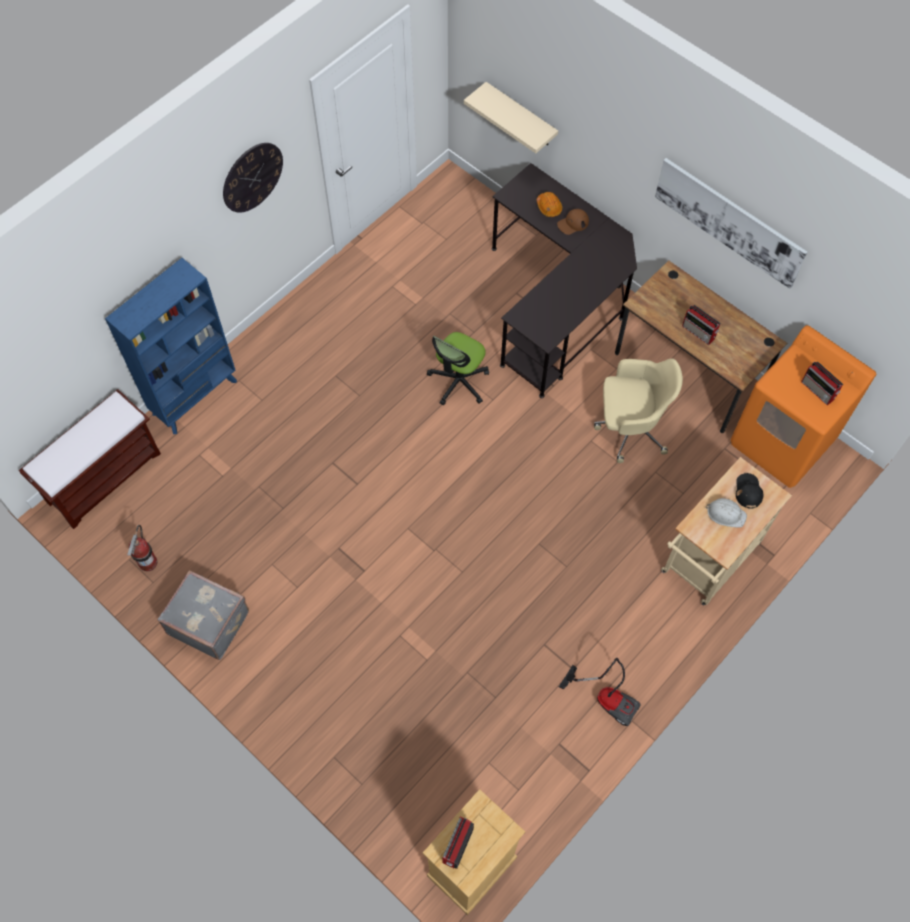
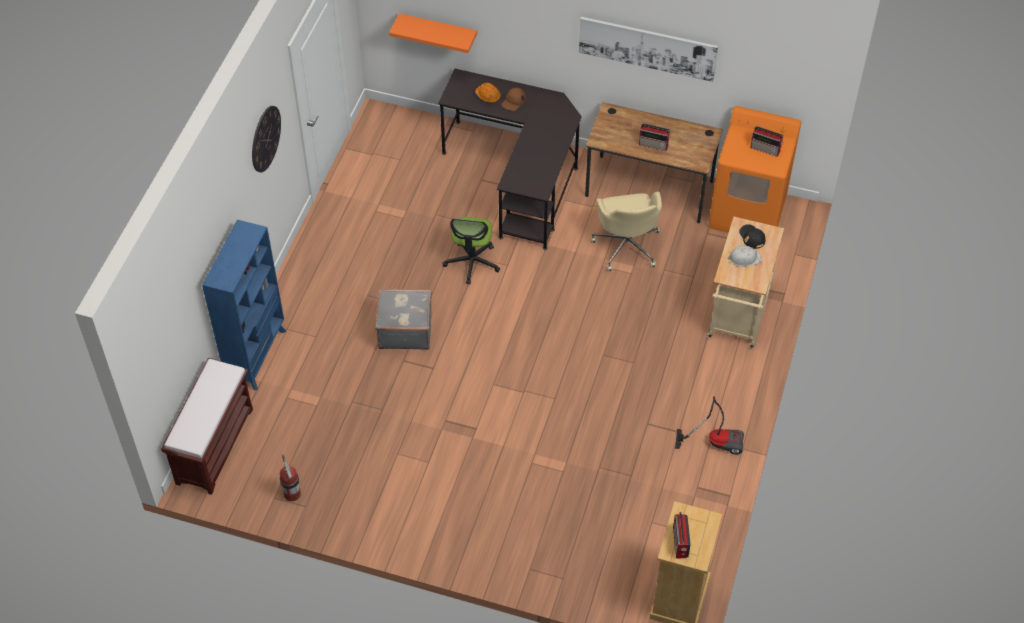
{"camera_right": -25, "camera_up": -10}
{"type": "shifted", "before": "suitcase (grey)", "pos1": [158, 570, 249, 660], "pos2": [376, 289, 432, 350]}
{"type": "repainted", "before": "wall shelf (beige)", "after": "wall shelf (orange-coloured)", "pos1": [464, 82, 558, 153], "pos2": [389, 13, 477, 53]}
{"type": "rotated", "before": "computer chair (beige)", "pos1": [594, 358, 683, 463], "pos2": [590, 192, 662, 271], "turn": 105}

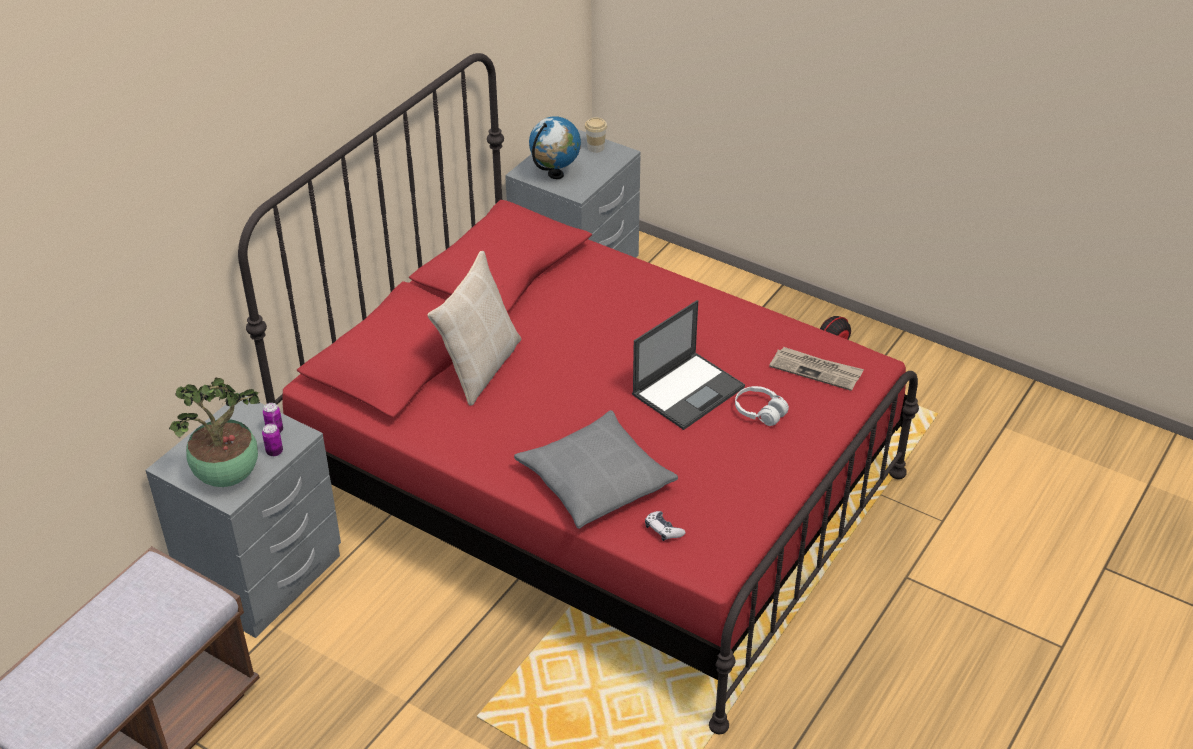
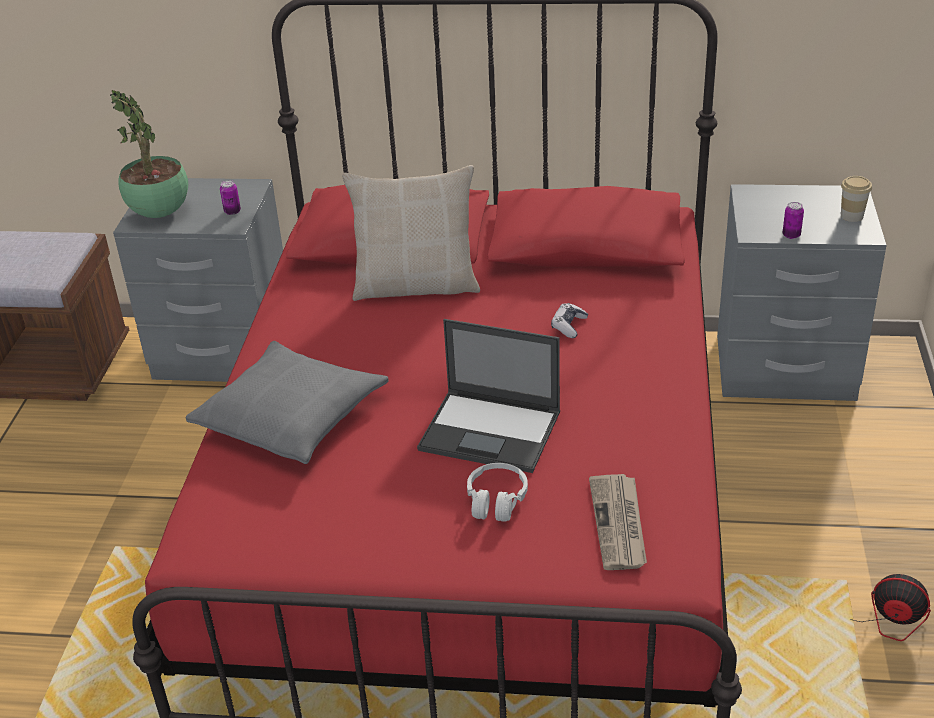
{"camera_right": 65, "camera_up": -5}
{"type": "shifted", "before": "gamepad", "pos1": [645, 511, 686, 541], "pos2": [551, 303, 588, 338]}
{"type": "shifted", "before": "can", "pos1": [262, 424, 283, 456], "pos2": [783, 202, 804, 239]}
{"type": "gone", "before": "globe", "pos1": [529, 116, 581, 179]}

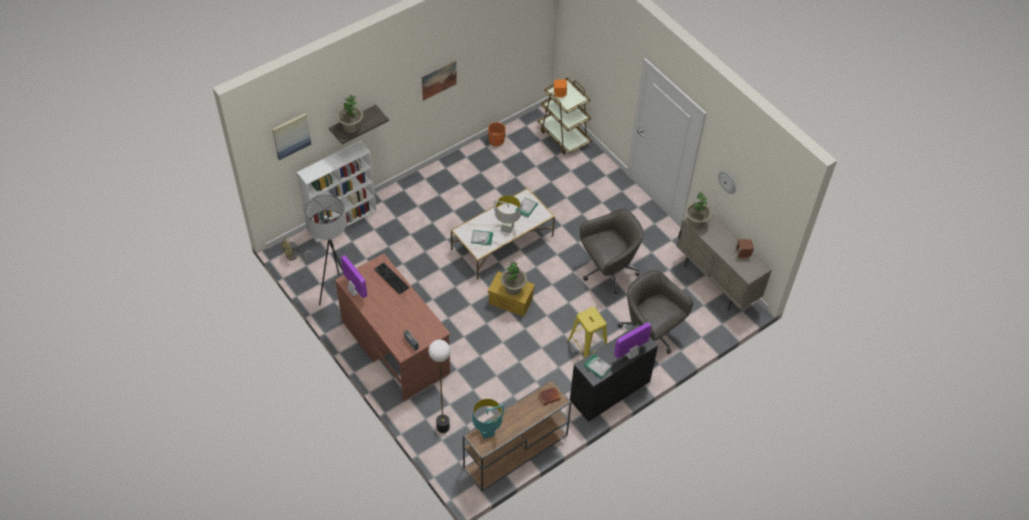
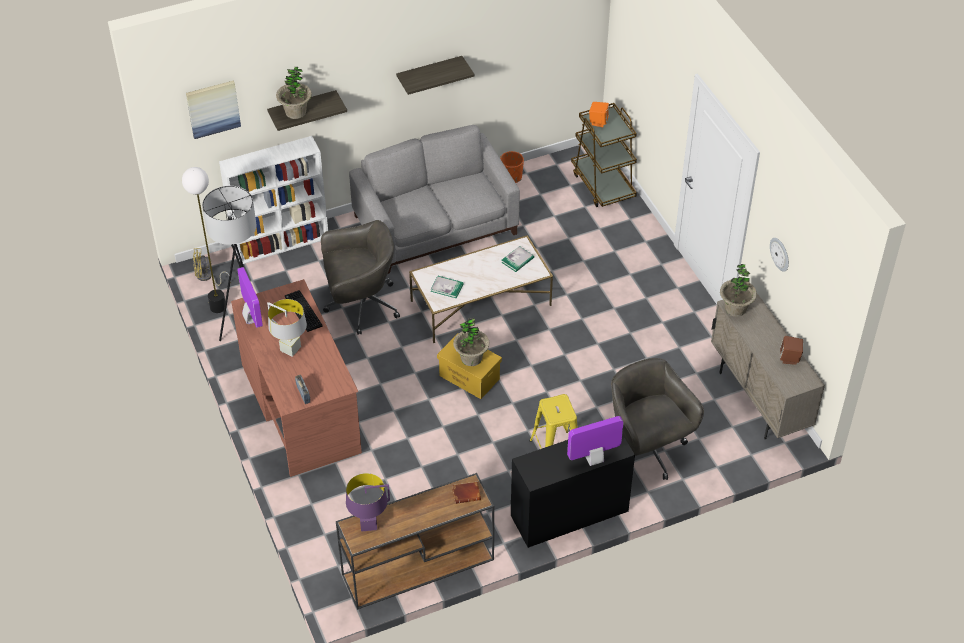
{"camera_right": 15, "camera_up": -5}
{"type": "shifted", "before": "standard lamp", "pos1": [428, 340, 451, 433], "pos2": [182, 167, 225, 313]}
{"type": "shifted", "before": "table lamp (grey)", "pos1": [494, 195, 521, 233], "pos2": [267, 299, 307, 357]}
{"type": "shifted", "before": "computer chair (grey)", "pos1": [580, 208, 644, 294], "pos2": [321, 220, 400, 335]}
{"type": "repainted", "before": "table lamp (blue-green)", "after": "table lamp (purple-coloured)", "pos1": [472, 399, 504, 439], "pos2": [346, 473, 390, 531]}
{"type": "new", "after": "sofa (grey)", "pos2": [349, 125, 520, 274]}
{"type": "swapped", "before": "wall art", "after": "wall shelf", "pos1": [422, 60, 457, 101], "pos2": [396, 56, 475, 95]}
{"type": "gone", "before": "book", "pos1": [584, 354, 612, 378]}

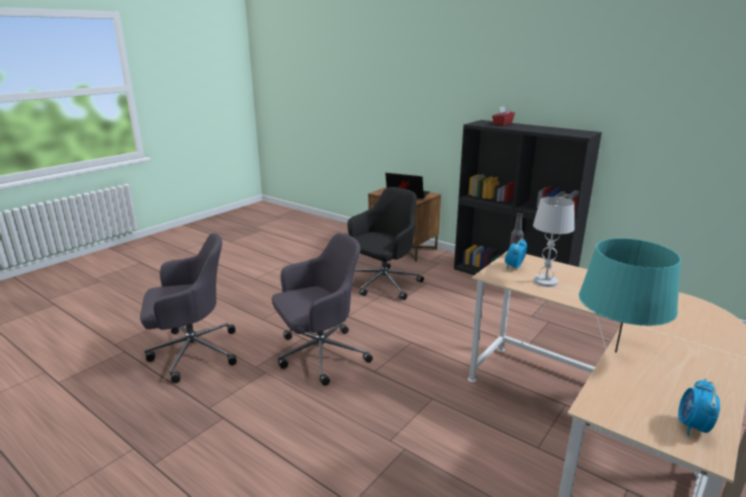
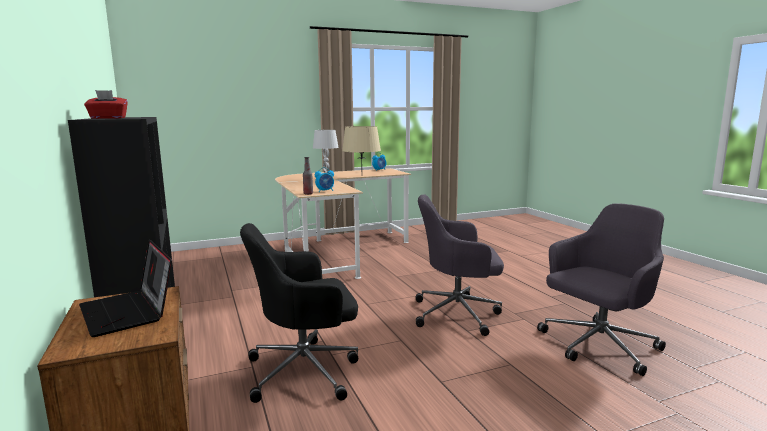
{"camera_right": -150, "camera_up": -10}
{"type": "repainted", "before": "table lamp (blue-green)", "after": "table lamp (beige)", "pos1": [579, 238, 681, 353], "pos2": [342, 126, 381, 166]}
{"type": "rotated", "before": "computer chair (grey)", "pos1": [140, 233, 237, 383], "pos2": [537, 203, 666, 376], "turn": 135}

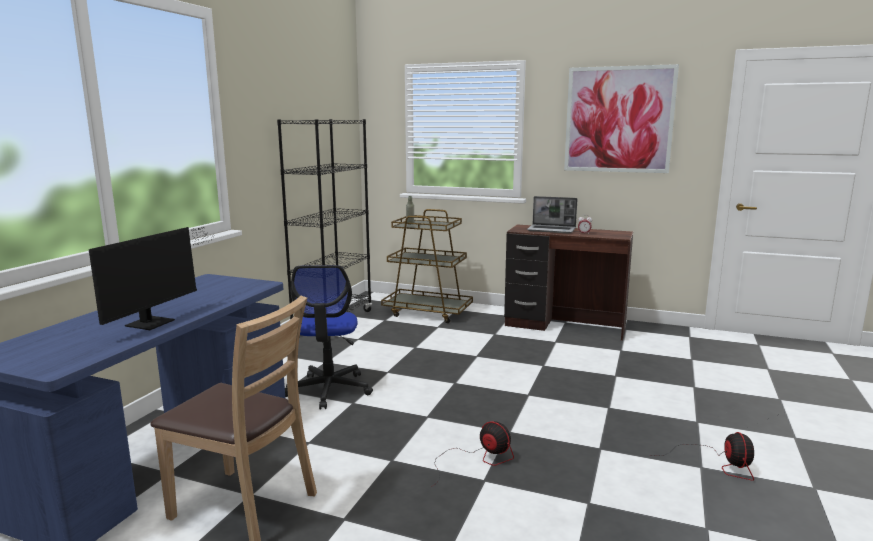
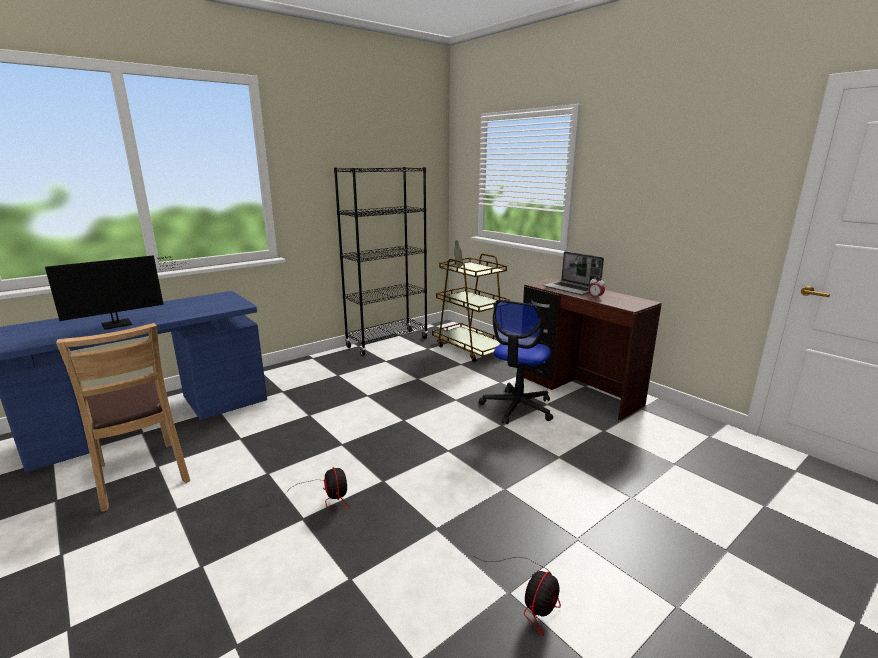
{"camera_right": 30, "camera_up": 5}
{"type": "shifted", "before": "computer chair", "pos1": [285, 265, 373, 409], "pos2": [479, 300, 553, 424]}
{"type": "gone", "before": "wall art", "pos1": [564, 64, 679, 173]}

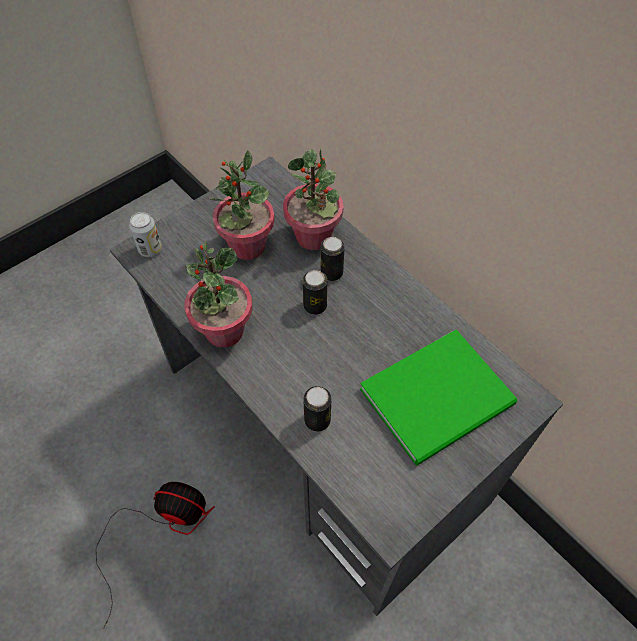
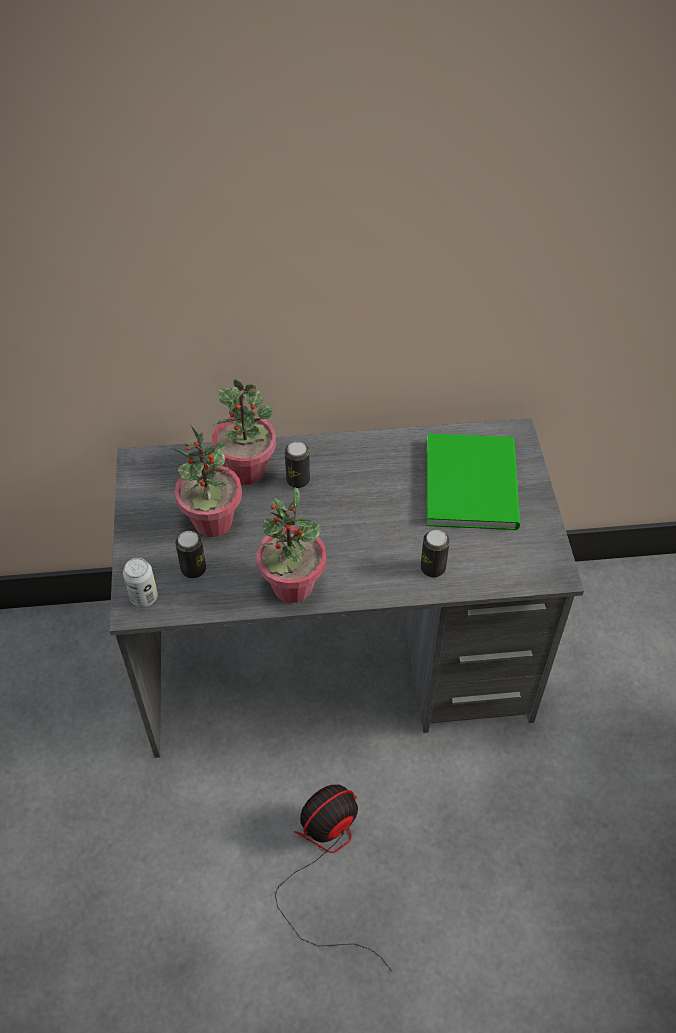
{"camera_right": -55, "camera_up": -5}
{"type": "shifted", "before": "can", "pos1": [303, 270, 327, 315], "pos2": [175, 531, 206, 579]}

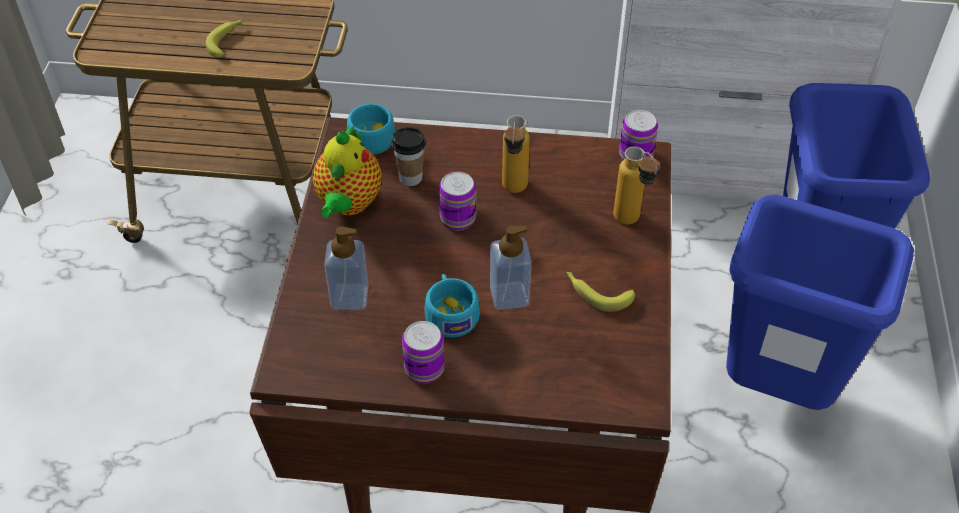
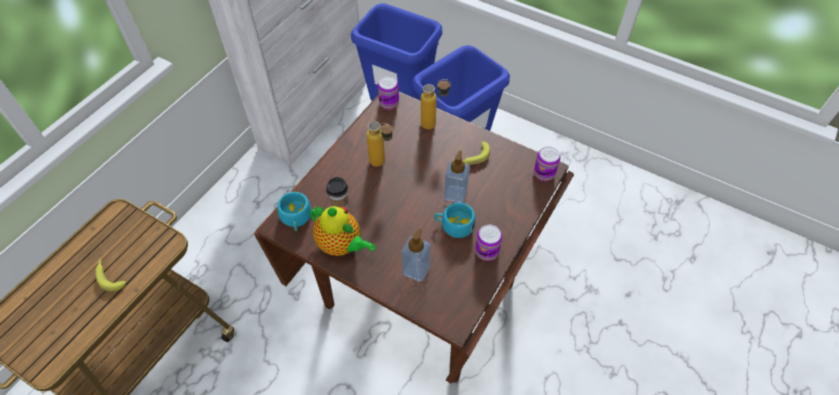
{"camera_right": -65, "camera_up": 5}
{"type": "shifted", "before": "can", "pos1": [439, 172, 476, 231], "pos2": [534, 146, 560, 181]}

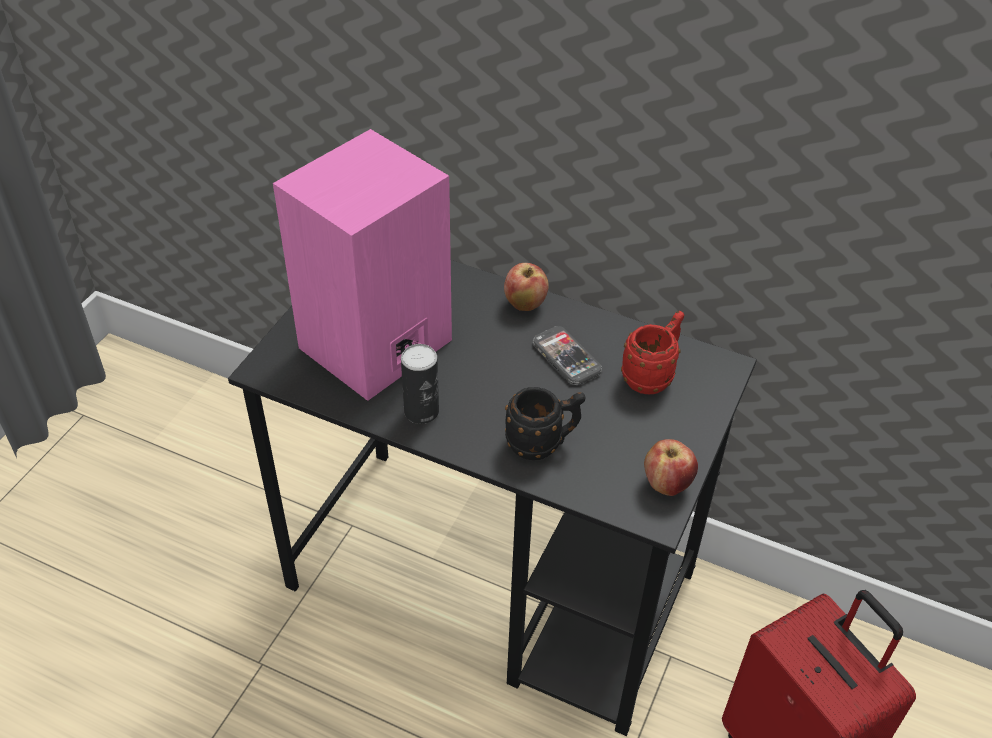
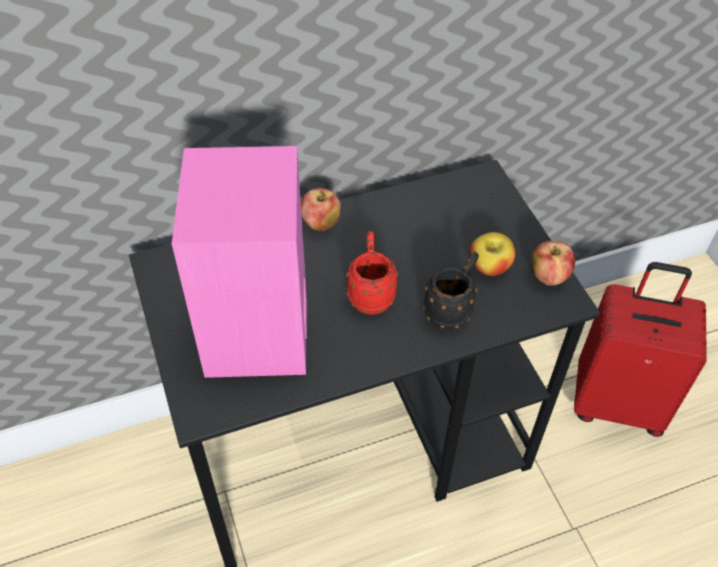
{"camera_right": -45, "camera_up": 5}
{"type": "shifted", "before": "tea mug (reddish)", "pos1": [621, 311, 684, 394], "pos2": [346, 231, 398, 315]}
{"type": "new", "after": "apple", "pos2": [470, 232, 515, 276]}
{"type": "gone", "before": "can", "pos1": [401, 344, 439, 424]}
{"type": "gone", "before": "phone", "pos1": [532, 326, 602, 385]}

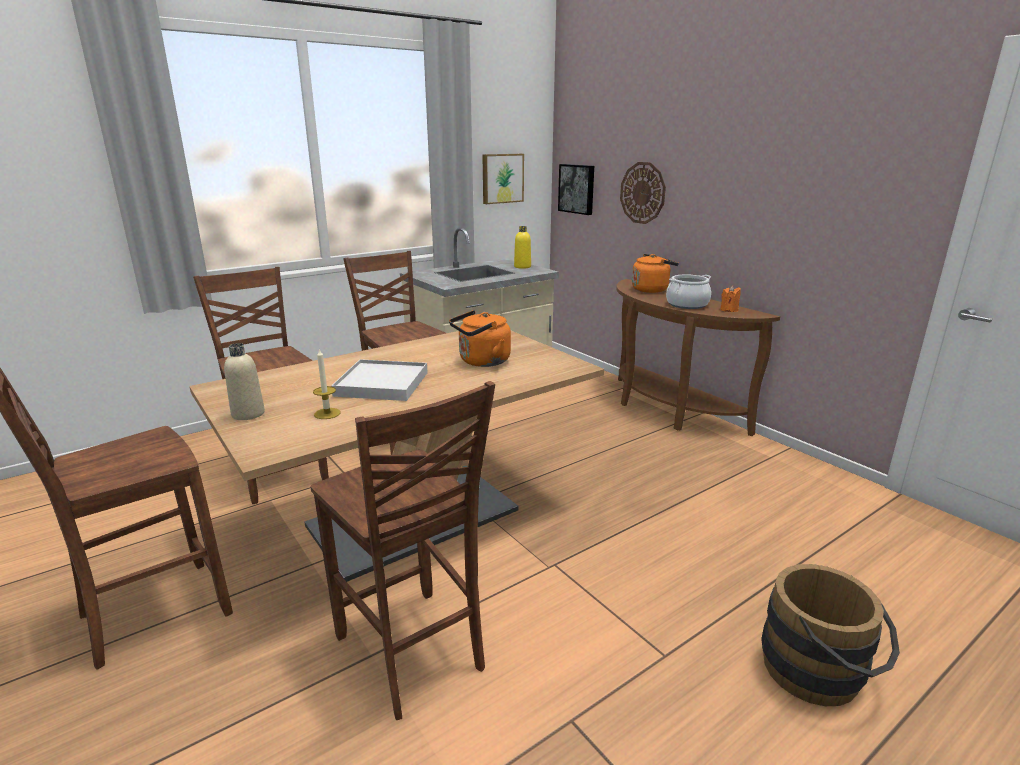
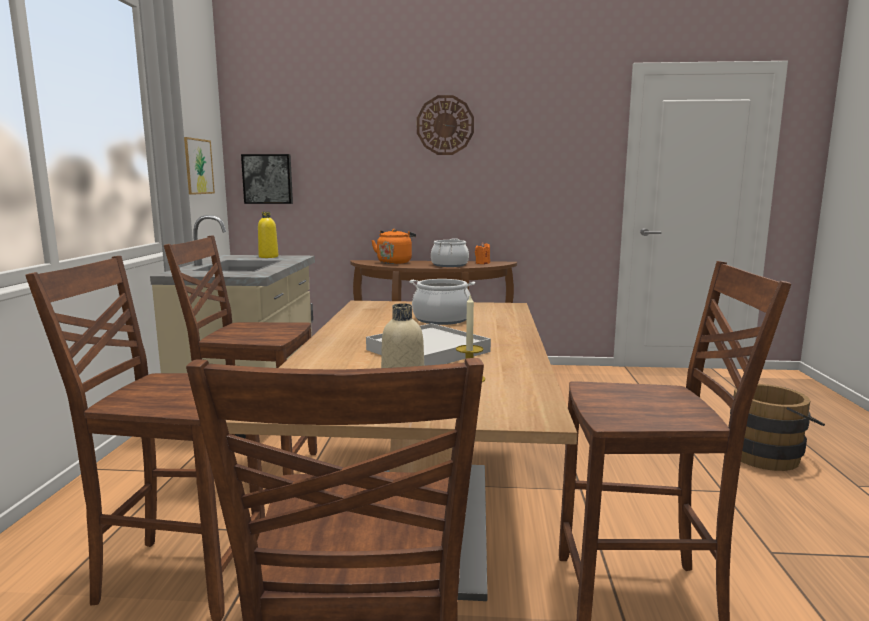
{"camera_right": -50, "camera_up": -10}
{"type": "swapped", "before": "kettle (orange-coloured)", "after": "cooking pot", "pos1": [449, 310, 511, 367], "pos2": [409, 279, 475, 325]}
{"type": "shifted", "before": "clock on the wall", "pos1": [620, 162, 666, 224], "pos2": [417, 95, 474, 155]}

